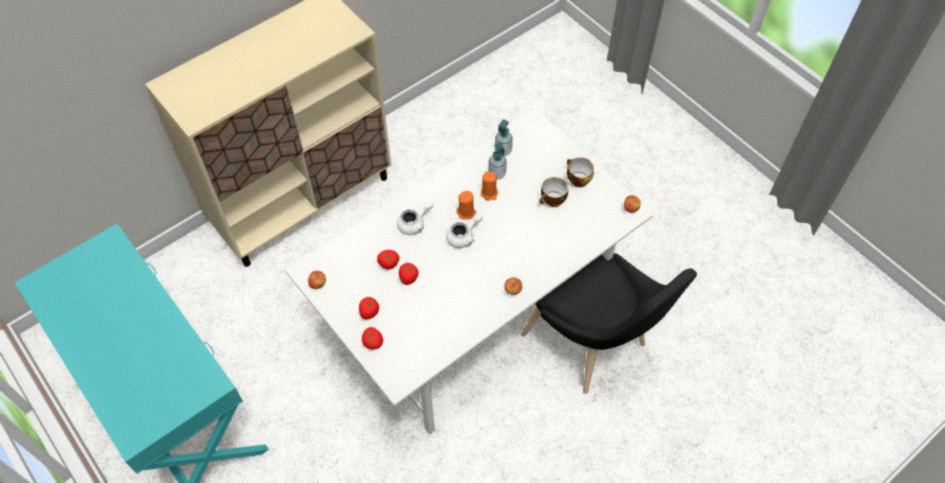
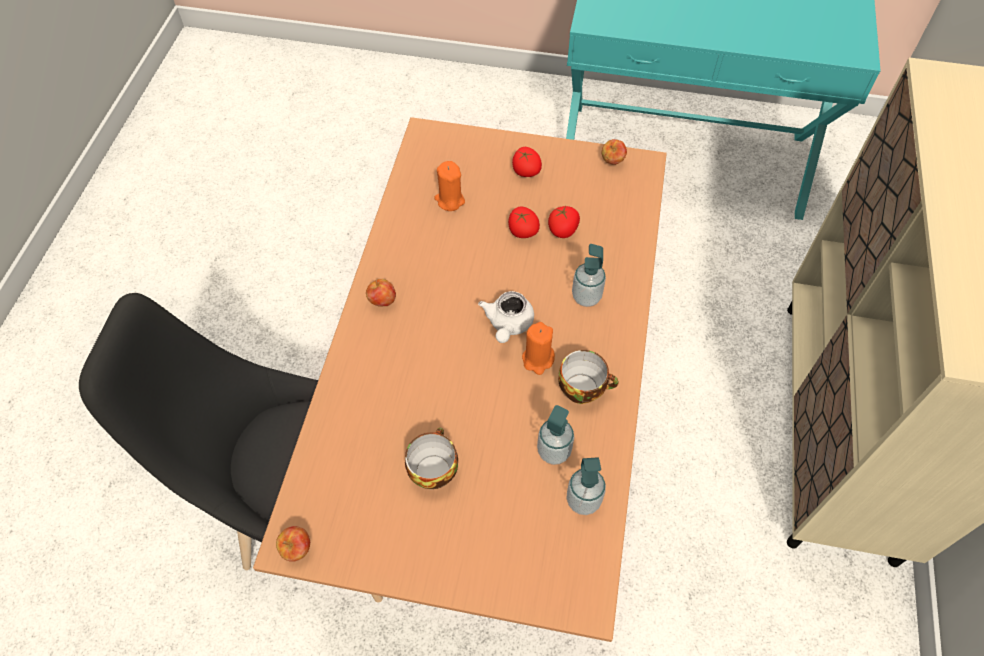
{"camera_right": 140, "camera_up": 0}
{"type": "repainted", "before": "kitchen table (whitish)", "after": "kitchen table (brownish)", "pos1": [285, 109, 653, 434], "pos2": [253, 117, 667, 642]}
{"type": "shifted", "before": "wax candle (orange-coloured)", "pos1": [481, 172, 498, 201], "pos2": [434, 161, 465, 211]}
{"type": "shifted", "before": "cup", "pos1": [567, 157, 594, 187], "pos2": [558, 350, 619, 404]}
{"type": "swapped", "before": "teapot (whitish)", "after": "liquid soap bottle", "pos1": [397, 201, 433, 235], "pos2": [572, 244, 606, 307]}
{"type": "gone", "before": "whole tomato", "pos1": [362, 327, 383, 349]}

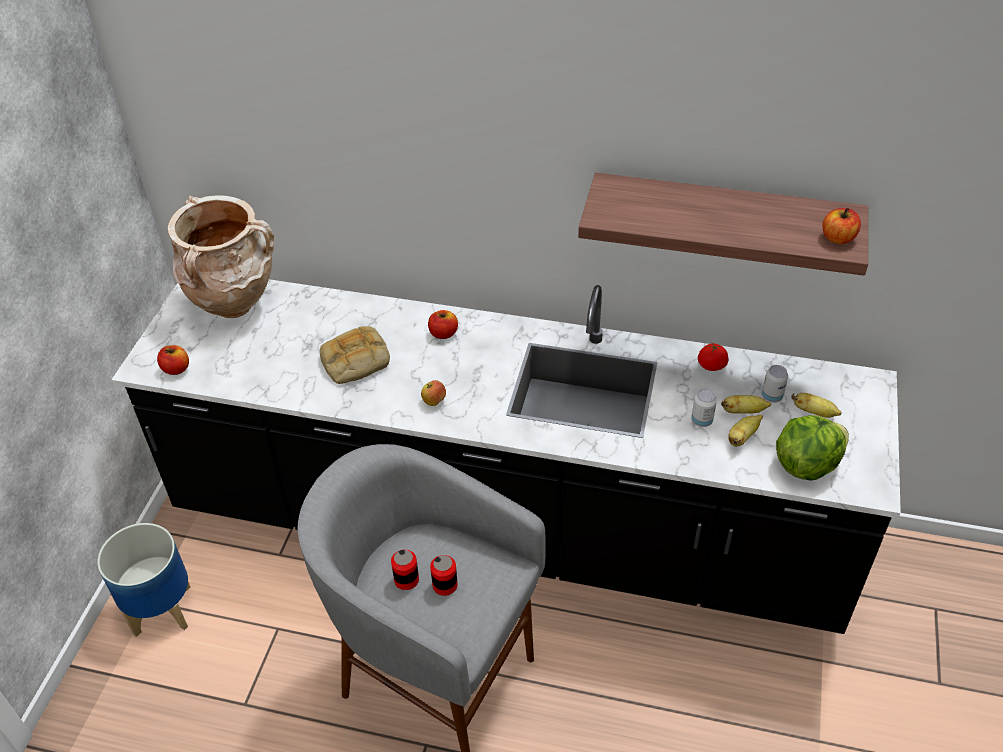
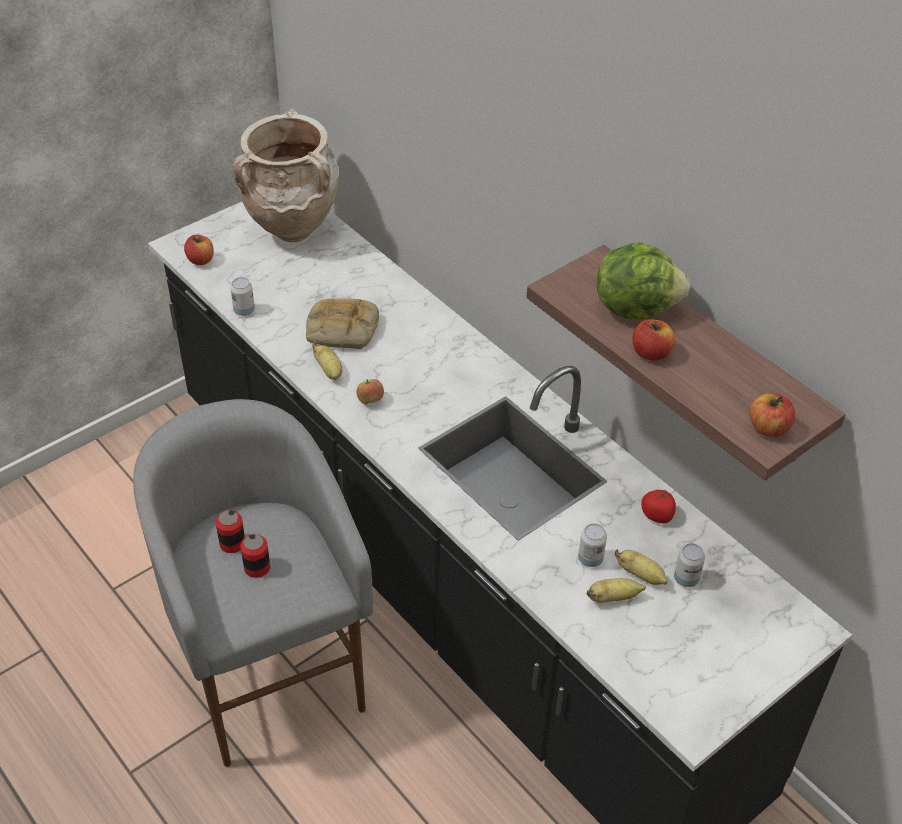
{"camera_right": 35, "camera_up": 0}
{"type": "new", "after": "can", "pos2": [230, 277, 255, 316]}
{"type": "shifted", "before": "banana", "pos1": [791, 393, 842, 418], "pos2": [312, 341, 342, 380]}
{"type": "shifted", "before": "lettuce head", "pos1": [776, 415, 849, 481], "pos2": [597, 242, 690, 320]}
{"type": "shifted", "before": "apple", "pos1": [428, 310, 458, 339], "pos2": [632, 319, 675, 361]}
{"type": "gone", "before": "flower pot", "pos1": [97, 523, 190, 637]}

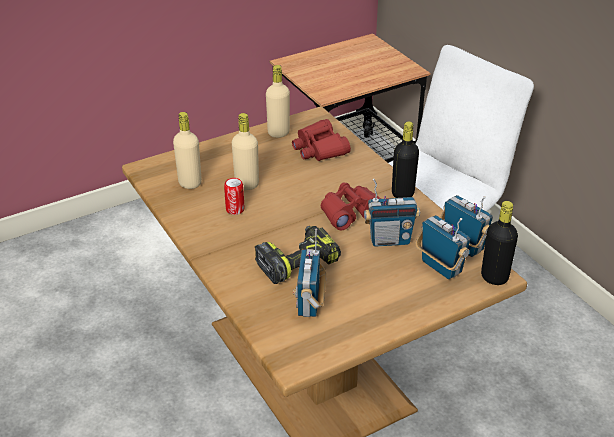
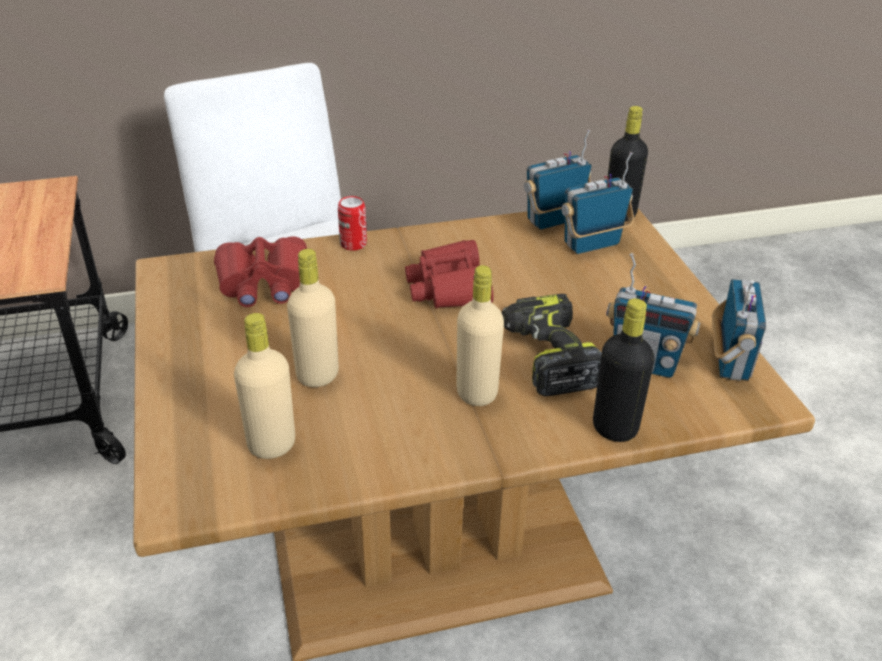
{"camera_right": -75, "camera_up": 0}
{"type": "shifted", "before": "can", "pos1": [224, 178, 245, 215], "pos2": [338, 196, 367, 251]}
{"type": "shifted", "before": "bottle (beige)", "pos1": [266, 65, 290, 138], "pos2": [456, 265, 504, 406]}
{"type": "shifted", "before": "bottle (blackish)", "pos1": [392, 122, 419, 198], "pos2": [593, 298, 655, 442]}
{"type": "shifted", "before": "radio set", "pos1": [364, 179, 420, 247], "pos2": [712, 279, 766, 381]}

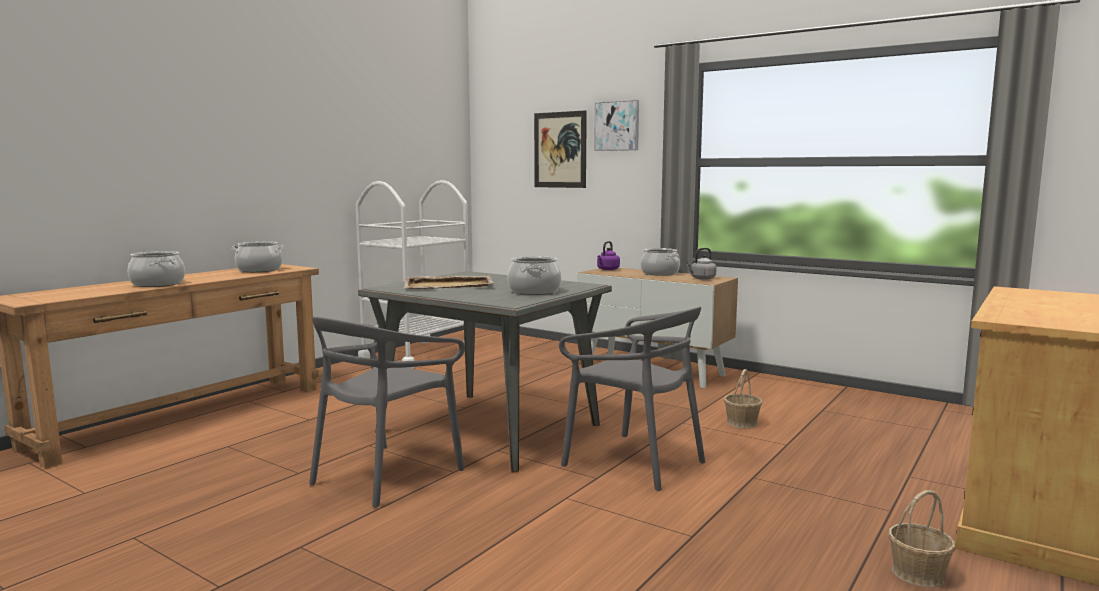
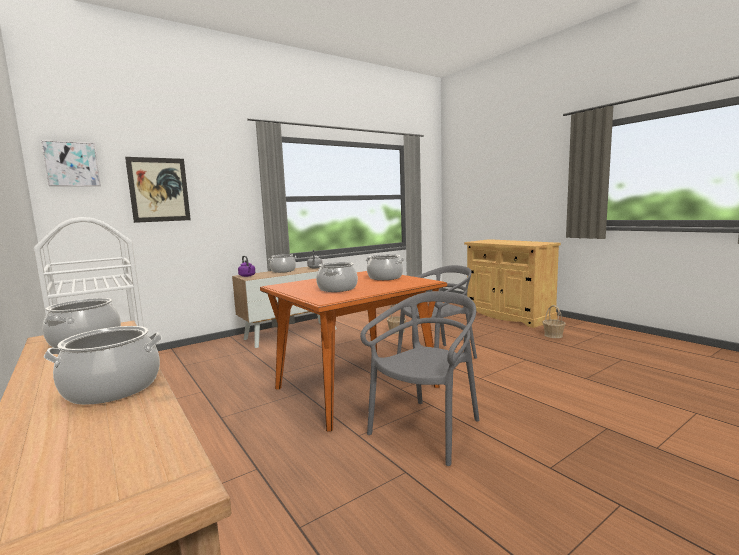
{"camera_right": -70, "camera_up": 0}
{"type": "shifted", "before": "wall art", "pos1": [594, 100, 639, 151], "pos2": [41, 140, 101, 186]}
{"type": "repainted", "before": "kitchen table (grey)", "after": "kitchen table (orange-coloured)", "pos1": [358, 271, 612, 472], "pos2": [260, 271, 447, 432]}
{"type": "swapped", "before": "carrying tray (beige)", "after": "cooking pot", "pos1": [403, 276, 493, 289], "pos2": [316, 262, 358, 292]}
{"type": "rotated", "before": "chair (grey)", "pos1": [309, 317, 465, 508], "pos2": [360, 291, 479, 466], "turn": -105}

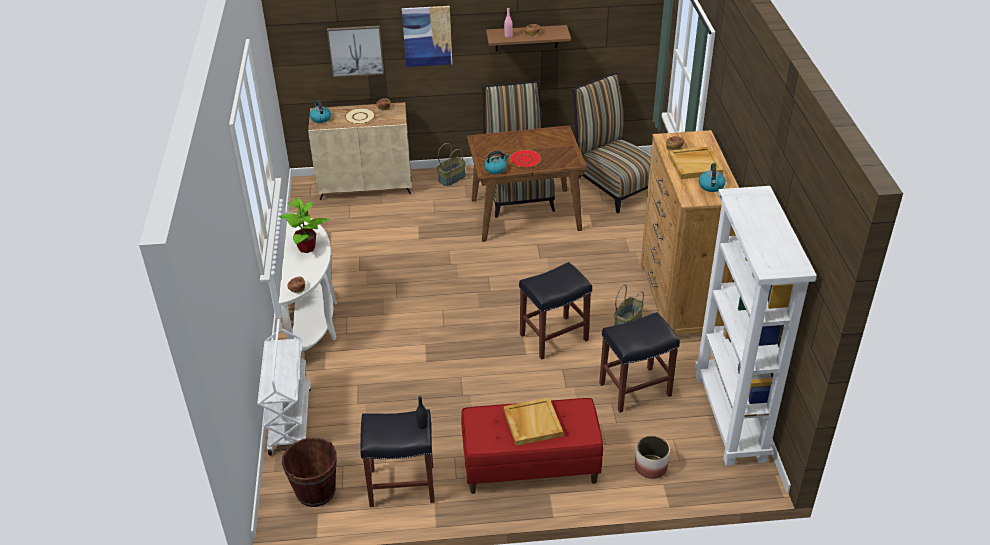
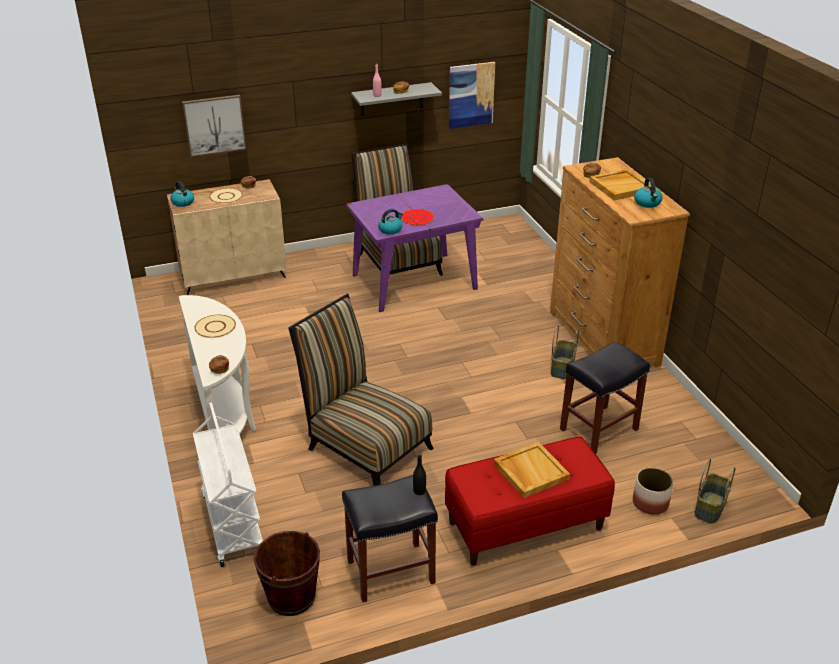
{"camera_right": -15, "camera_up": -5}
{"type": "swapped", "before": "plant in a pot", "after": "dinner plate (beige)", "pos1": [279, 197, 330, 253], "pos2": [195, 315, 236, 338]}
{"type": "shifted", "before": "chair", "pos1": [572, 72, 651, 213], "pos2": [288, 294, 434, 486]}
{"type": "repainted", "before": "kitchen table (brownish)", "after": "kitchen table (purple-coloured)", "pos1": [467, 125, 587, 242], "pos2": [346, 184, 483, 312]}
{"type": "repainted", "before": "wall shelf (brownish)", "after": "wall shelf (grey)", "pos1": [486, 25, 571, 52], "pos2": [351, 82, 442, 116]}
{"type": "shifted", "before": "wall art", "pos1": [402, 6, 452, 67], "pos2": [449, 62, 495, 129]}
{"type": "shifted", "before": "basket", "pos1": [437, 143, 466, 186], "pos2": [694, 458, 735, 523]}
{"type": "gone", "before": "stool (blackish)", "pos1": [519, 262, 592, 360]}
{"type": "gone", "before": "bookcase (whitish)", "pos1": [695, 186, 817, 466]}

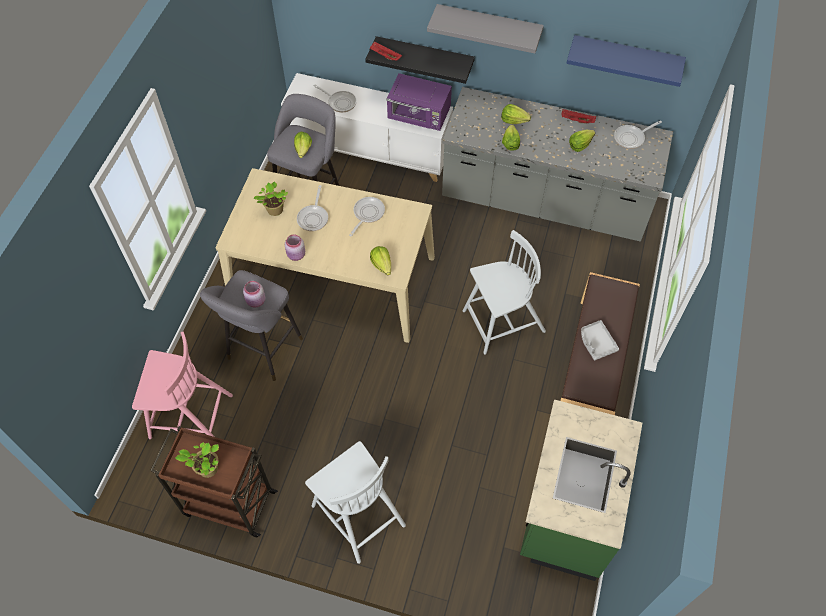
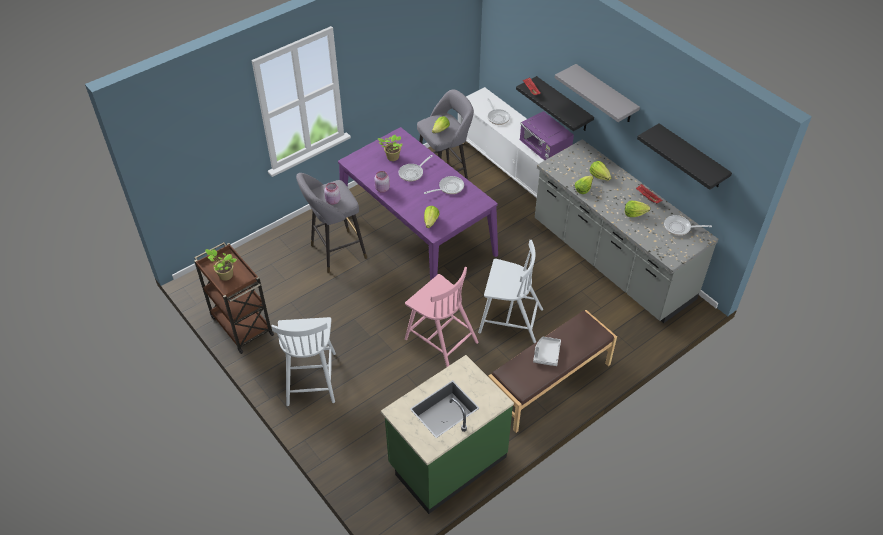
{"camera_right": 35, "camera_up": -10}
{"type": "repainted", "before": "kitchen table (beige)", "after": "kitchen table (purple-coloured)", "pos1": [215, 168, 435, 343], "pos2": [338, 127, 498, 281]}
{"type": "shifted", "before": "chair (pink)", "pos1": [132, 332, 233, 439], "pos2": [405, 267, 479, 367]}
{"type": "repainted", "before": "wall shelf (blue)", "after": "wall shelf (blackish)", "pos1": [566, 35, 686, 87], "pos2": [637, 124, 732, 190]}

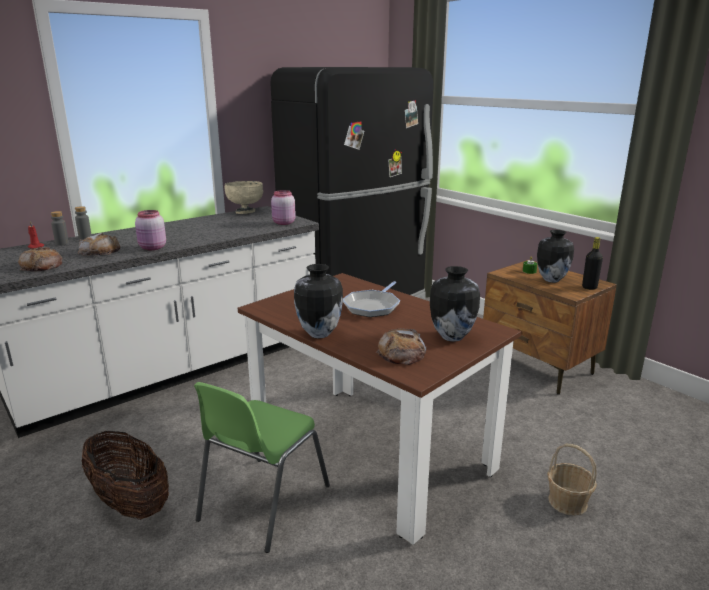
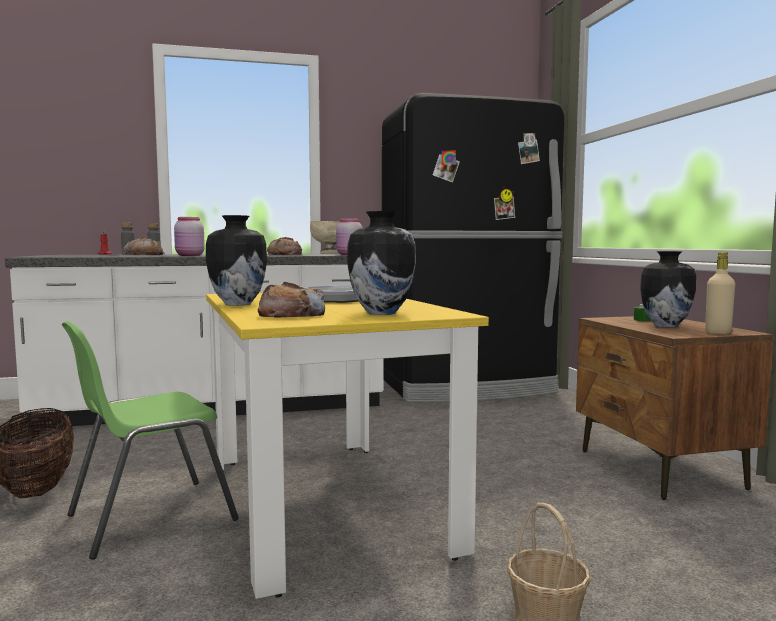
{"camera_right": 25, "camera_up": -15}
{"type": "repainted", "before": "kitchen table (brownish)", "after": "kitchen table (yellowish)", "pos1": [238, 273, 521, 545], "pos2": [206, 293, 489, 599]}
{"type": "shifted", "before": "bread", "pos1": [18, 247, 62, 272], "pos2": [267, 237, 302, 255]}
{"type": "repainted", "before": "bottle (blackish)", "after": "bottle (beige)", "pos1": [582, 237, 603, 290], "pos2": [705, 252, 735, 334]}

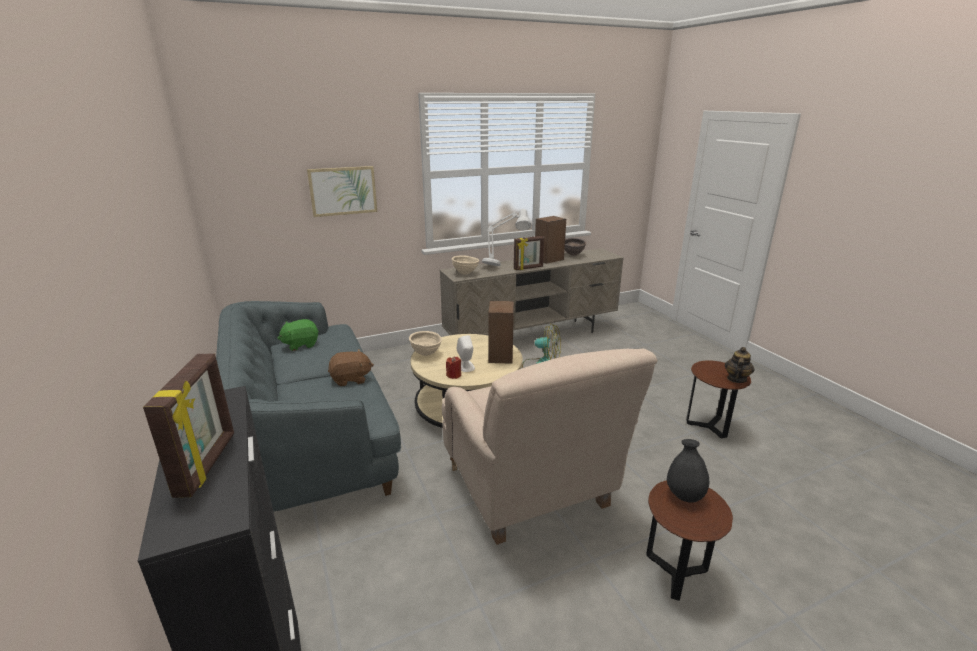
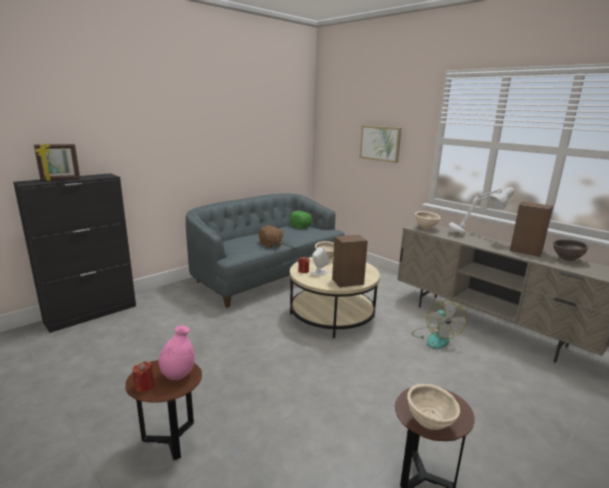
{"camera_right": 70, "camera_up": -5}
{"type": "new", "after": "wax candle (reddish)", "pos2": [133, 361, 155, 392]}
{"type": "repainted", "before": "vase (blackish)", "after": "vase (pink)", "pos1": [667, 439, 709, 503], "pos2": [159, 326, 195, 380]}
{"type": "swapped", "before": "teapot", "after": "deep dish (beige)", "pos1": [725, 347, 755, 383], "pos2": [407, 384, 460, 430]}
{"type": "gone", "before": "easy chair (beige)", "pos1": [442, 349, 657, 545]}
{"type": "gone", "before": "photo frame", "pos1": [514, 236, 544, 270]}

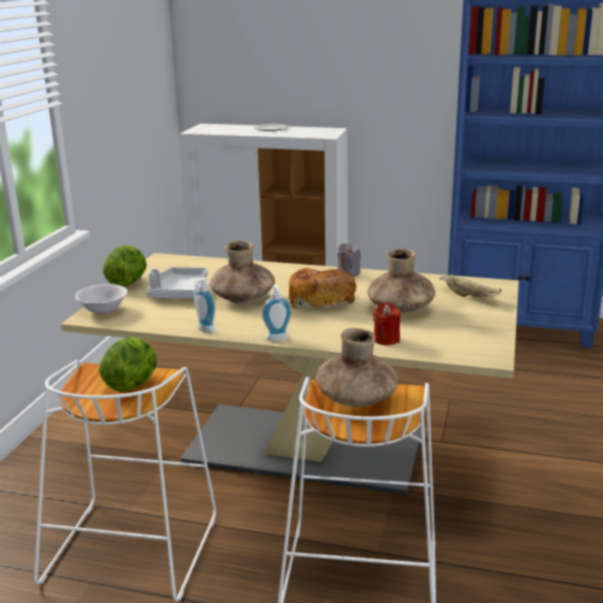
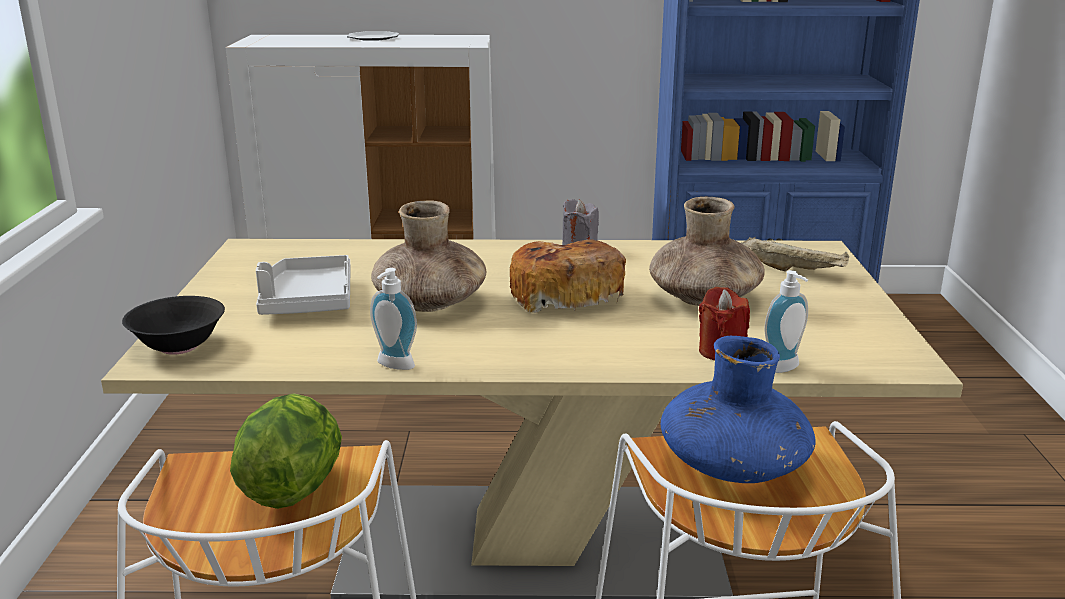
{"camera_right": -15, "camera_up": 0}
{"type": "repainted", "before": "deep dish (whitish)", "after": "deep dish (blackish)", "pos1": [75, 284, 128, 315], "pos2": [122, 296, 225, 355]}
{"type": "repainted", "before": "vase (brownish)", "after": "vase (blue)", "pos1": [316, 328, 398, 407], "pos2": [661, 336, 816, 483]}
{"type": "shifted", "before": "liquid soap bottle", "pos1": [262, 285, 292, 341], "pos2": [764, 270, 808, 373]}
{"type": "gone", "before": "lettuce head", "pos1": [103, 245, 147, 287]}

